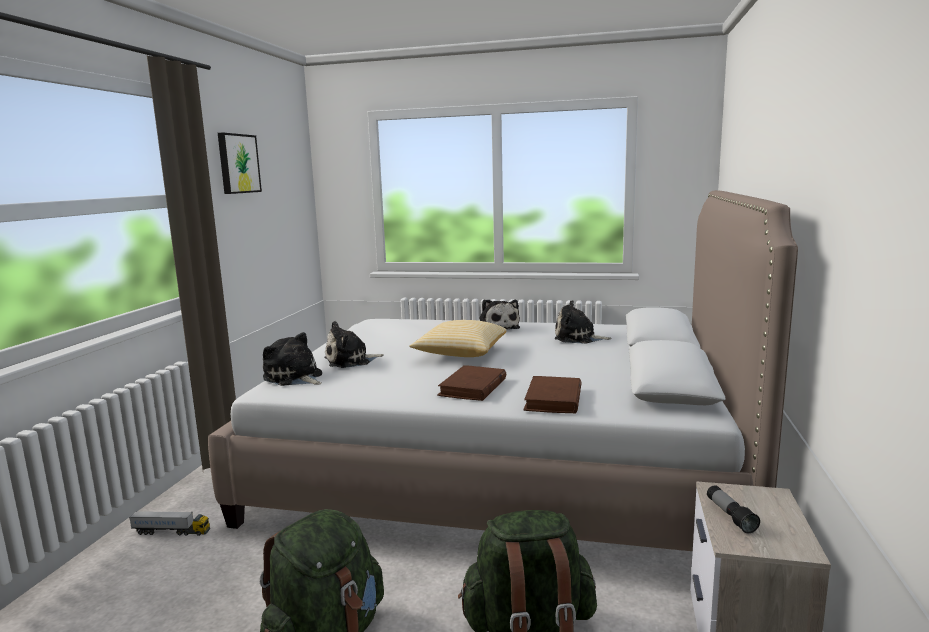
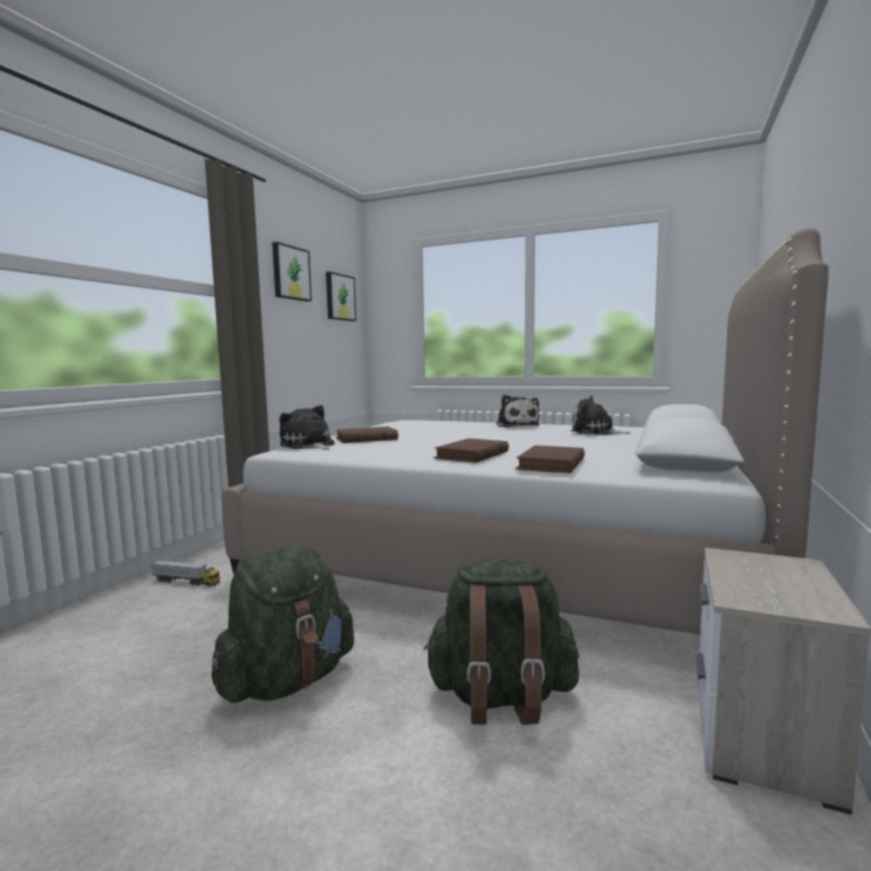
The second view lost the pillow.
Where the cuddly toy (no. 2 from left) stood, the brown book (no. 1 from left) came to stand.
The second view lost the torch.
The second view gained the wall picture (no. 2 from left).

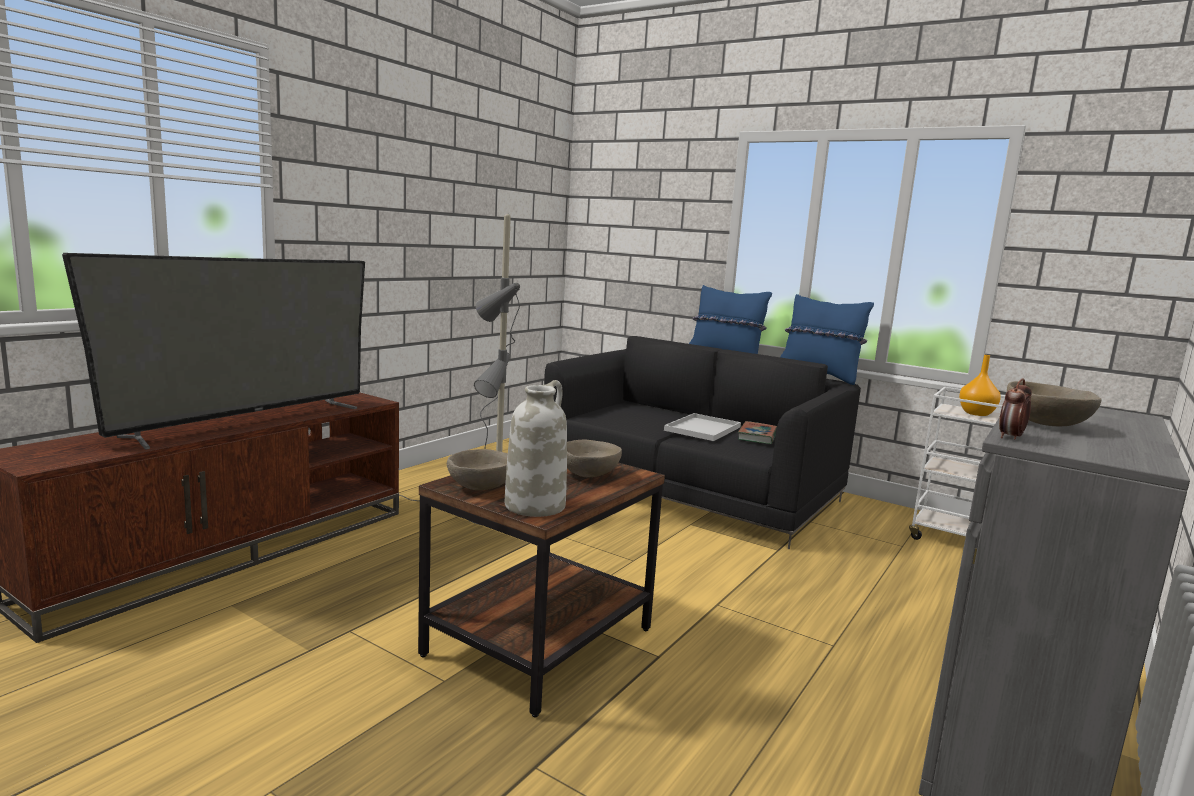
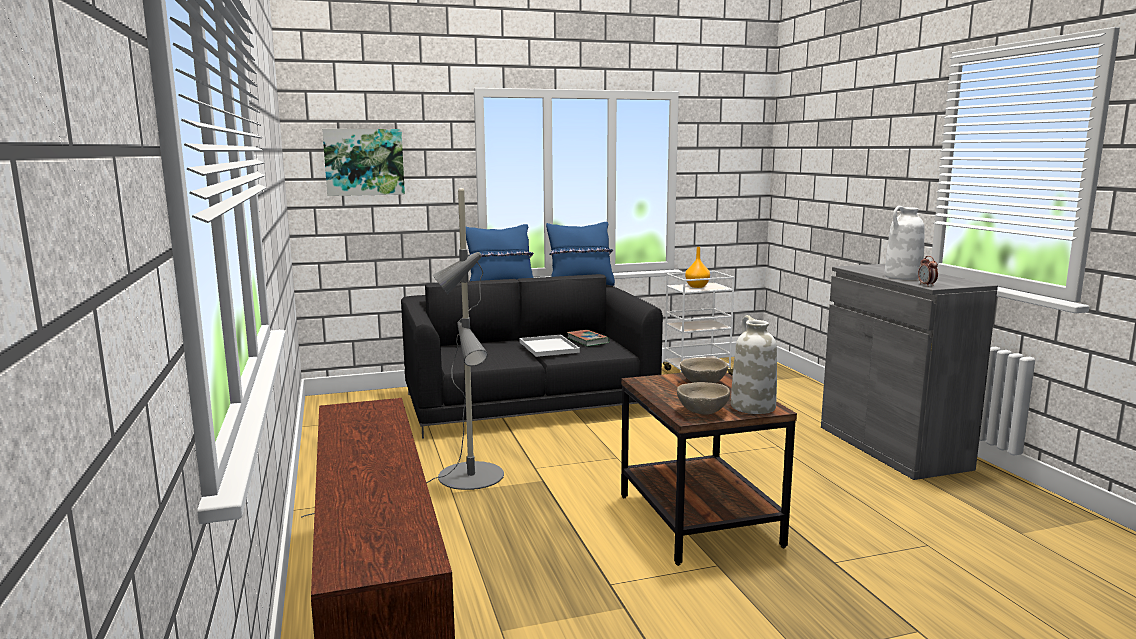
The second view lost the TV.
Where the sand-coloured bowl (no. 3 from left) stood, the white-coloured vase (no. 2 from left) came to stand.
The second view gained the wall picture.

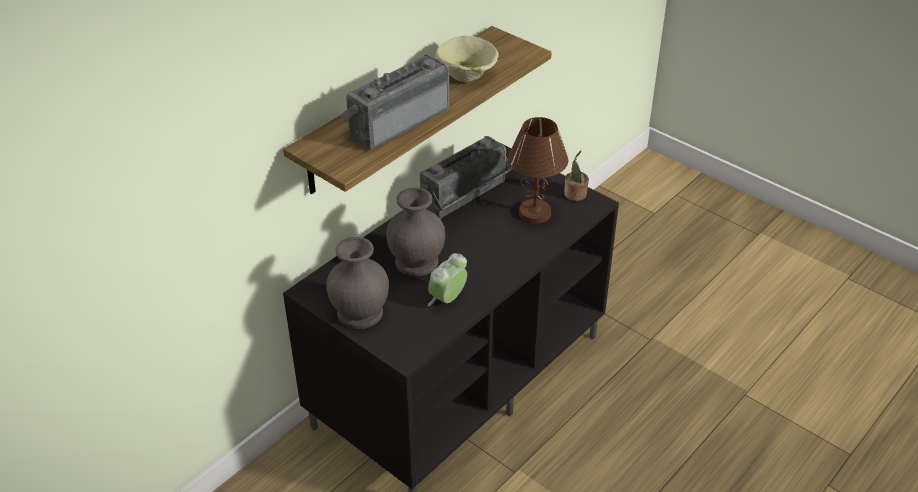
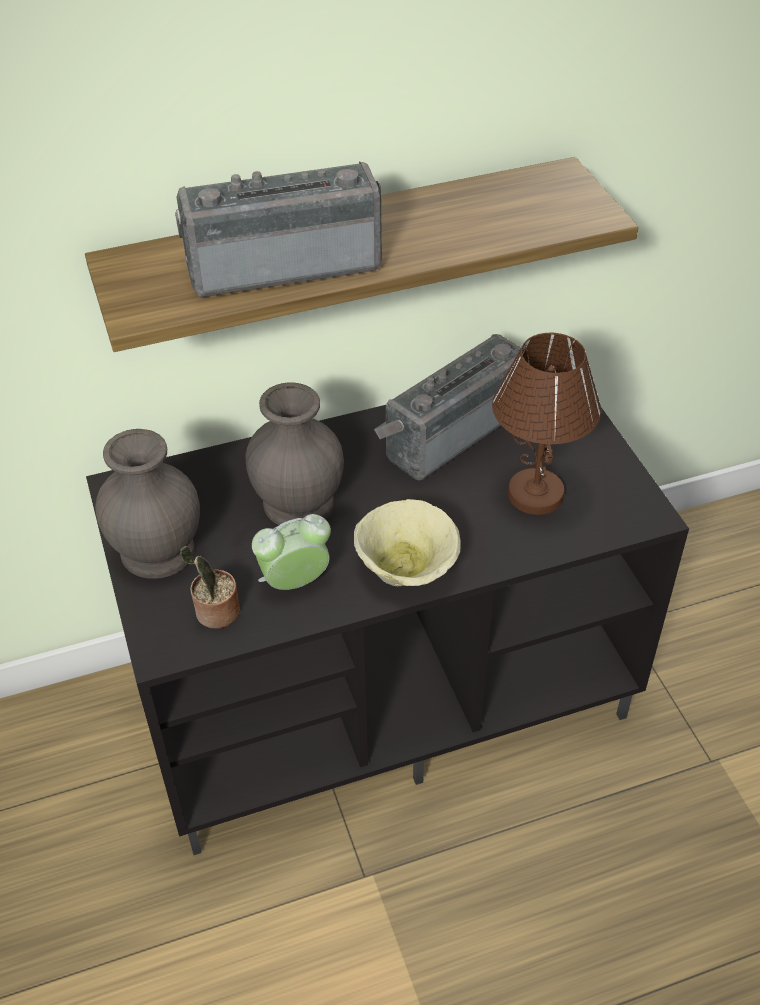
The sand-coloured bowl ended up elsewhere.
The radio (no. 2 from left) ended up facing another way, 150 degrees clockwise from before.
The potted plant ended up elsewhere.

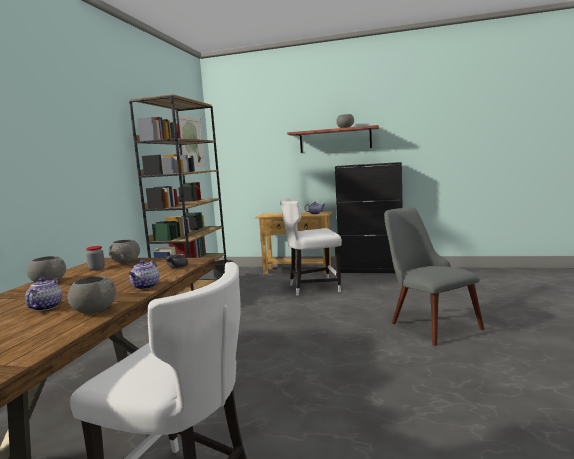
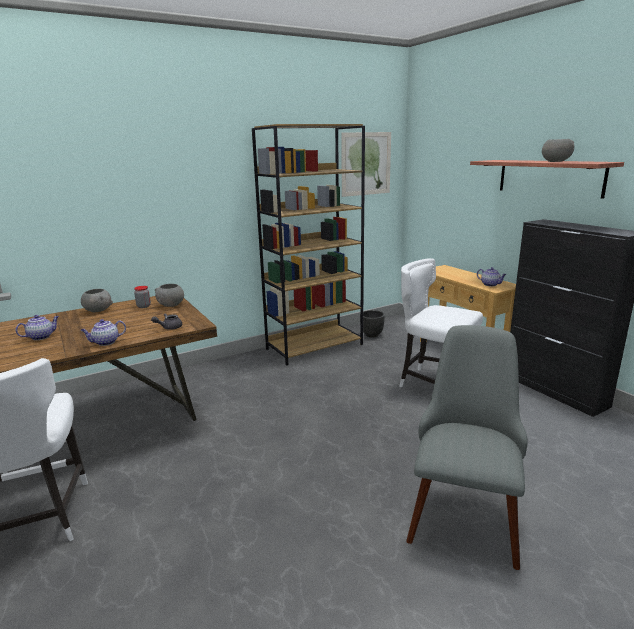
The second view lost the gray bowl (no. 2 from left).

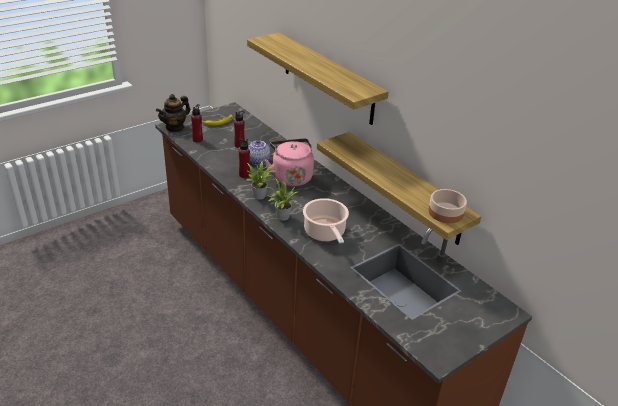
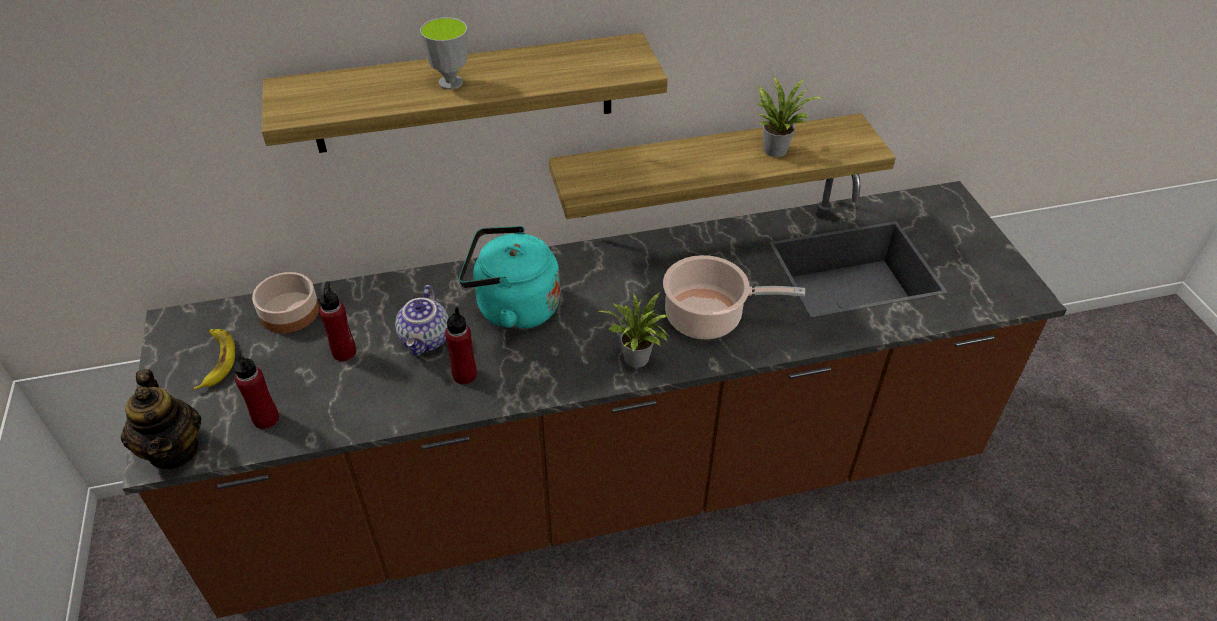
What was the pinkish kettle turned into the turquoise-coloured kettle.
The potted plant (no. 1 from left in the first image) ended up elsewhere.
The bowl ended up elsewhere.
The second view gained the small cup.

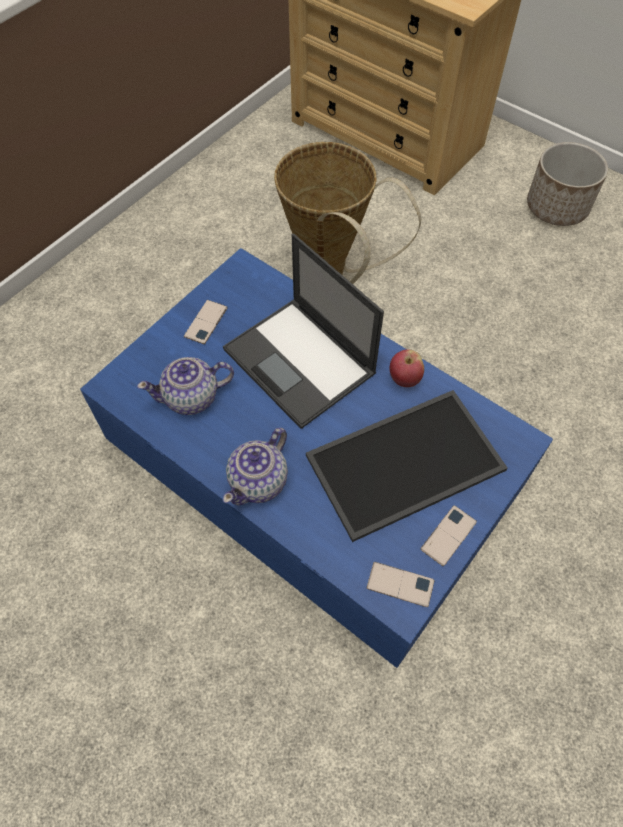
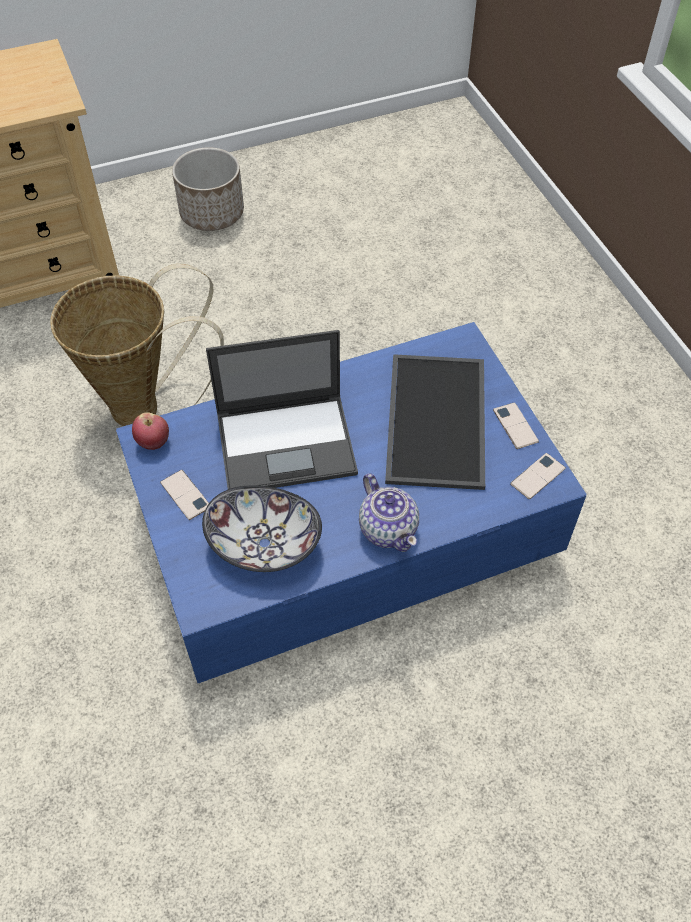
The apple fruit ended up elsewhere.
Where the teapot (no. 1 from left) stood, the bowl came to stand.

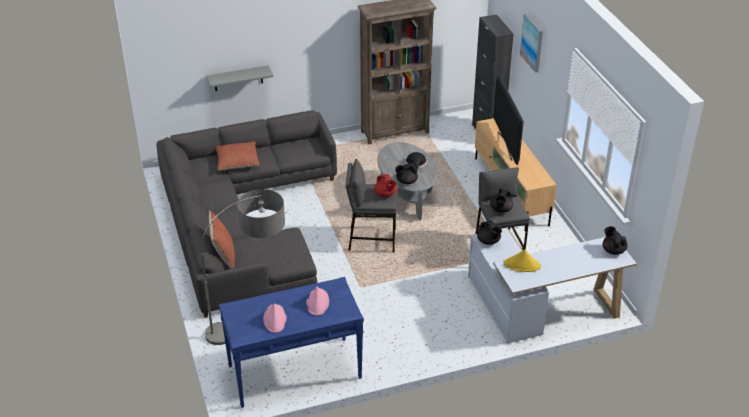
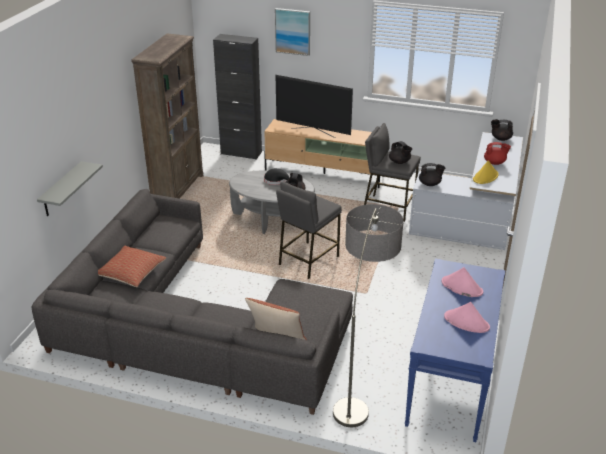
The red-coloured teapot ended up elsewhere.

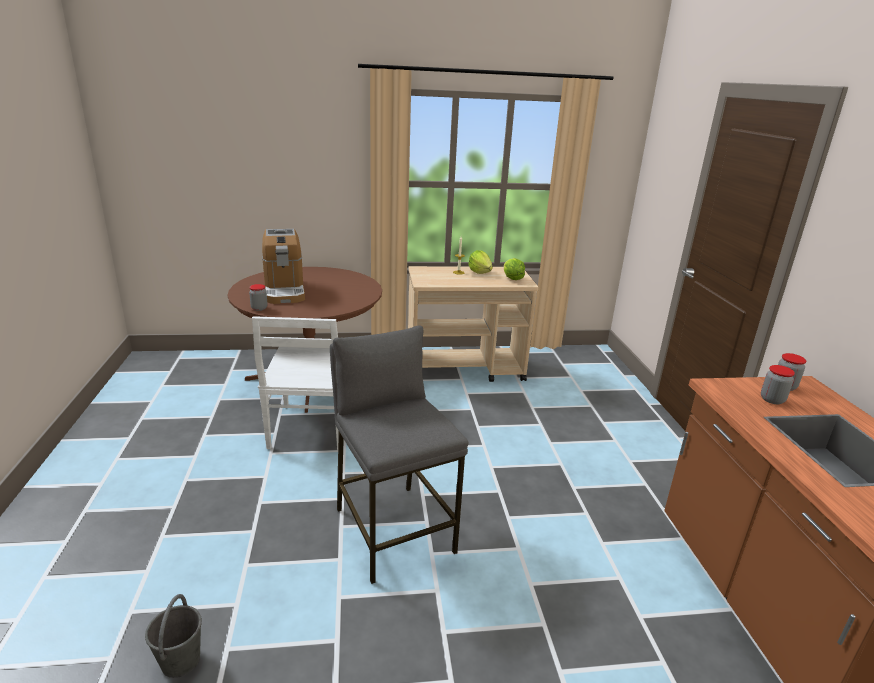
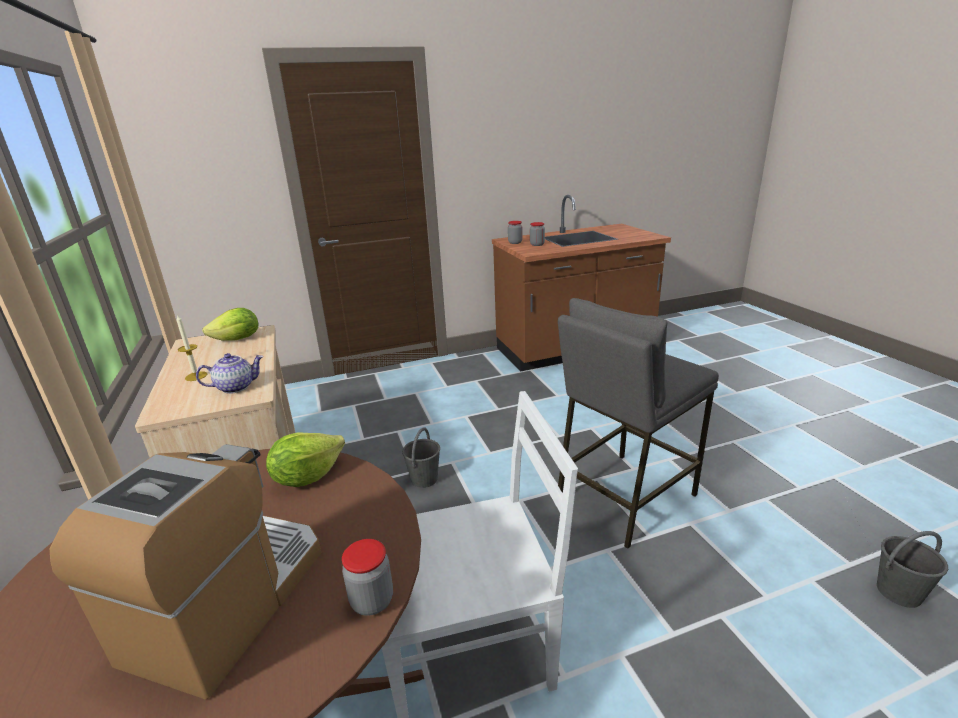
The coffee brewer ended up facing another way, 45 degrees counterclockwise from before.
The lettuce head (no. 1 from left in the first image) ended up elsewhere.
The second view gained the teapot.
The second view gained the gray pail (no. 1 from left).

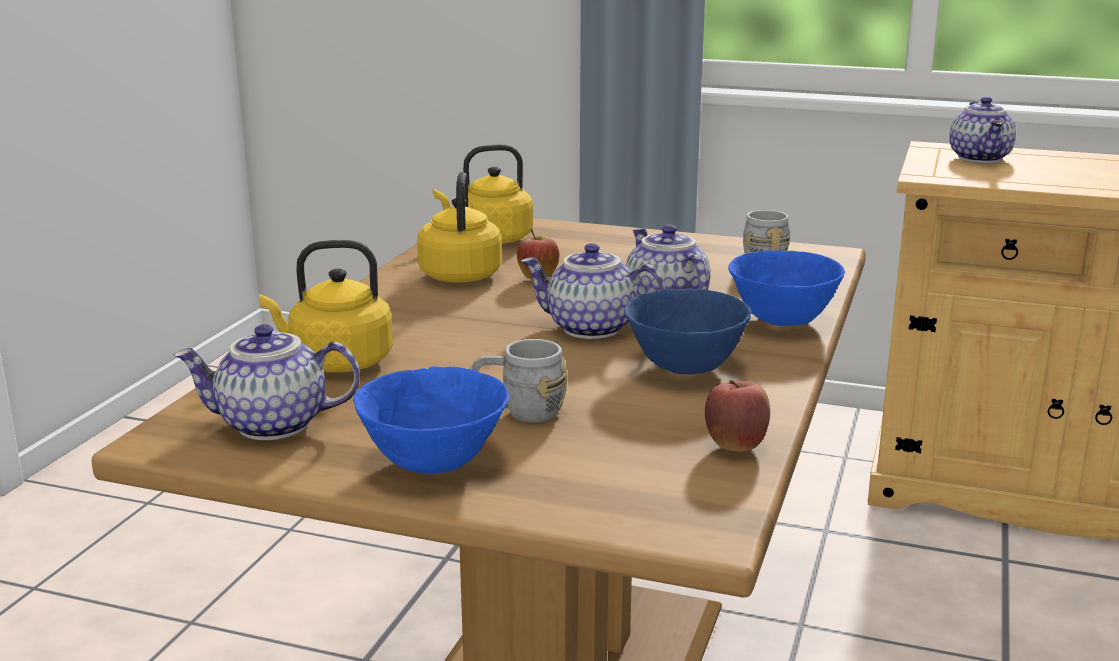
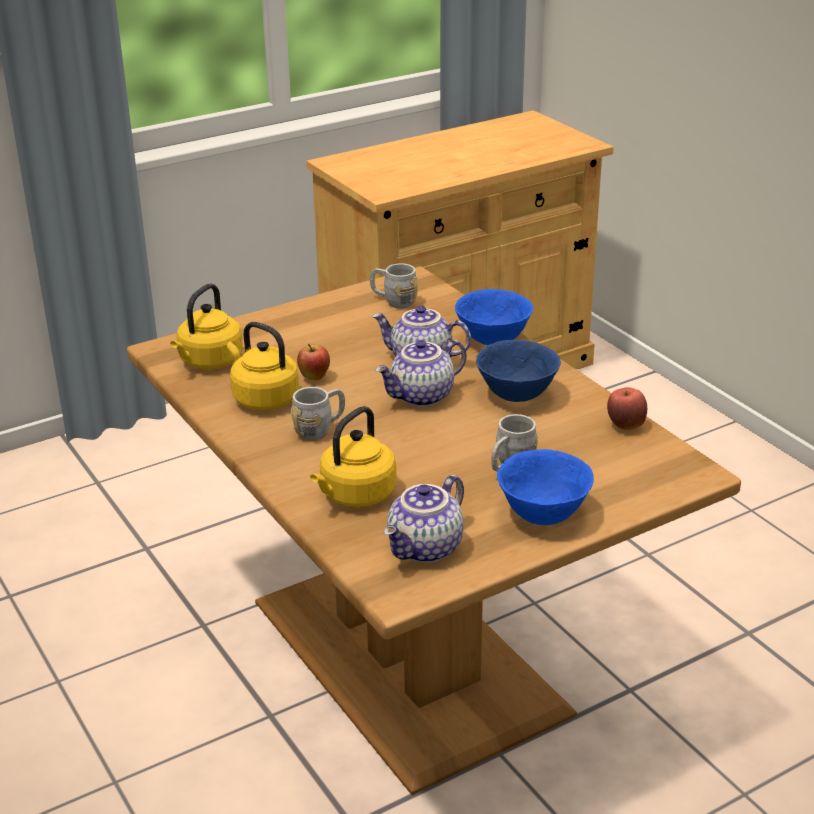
The second view lost the teapot (no. 4 from left).
The second view gained the gray tea mug (no. 1 from left).

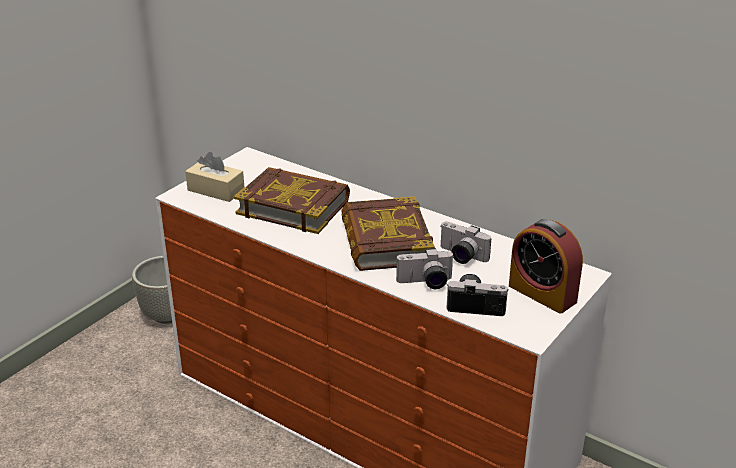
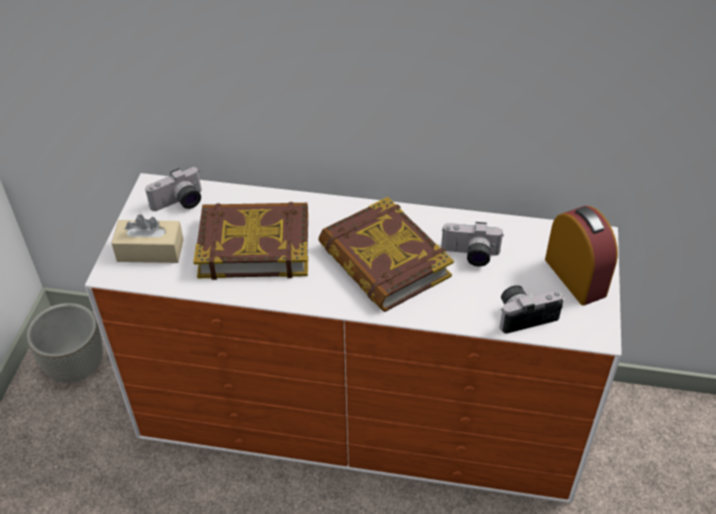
The table clock ended up facing another way, 135 degrees counterclockwise from before.
The photo camera (no. 1 from left) ended up elsewhere.

